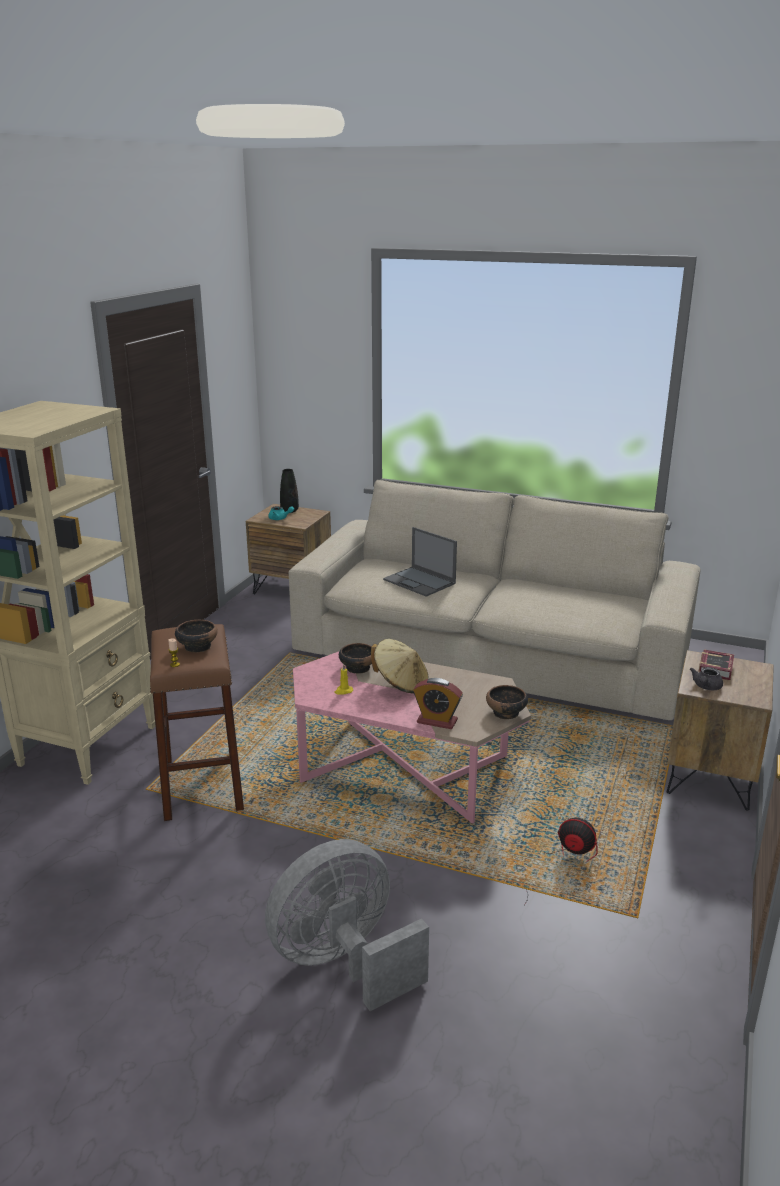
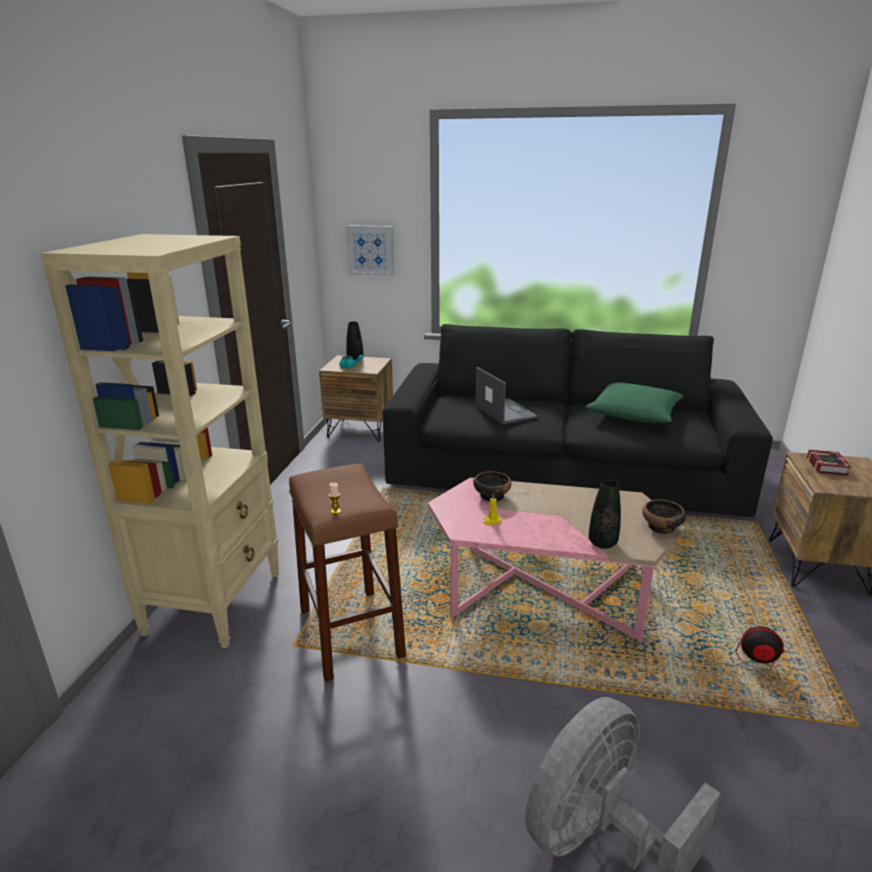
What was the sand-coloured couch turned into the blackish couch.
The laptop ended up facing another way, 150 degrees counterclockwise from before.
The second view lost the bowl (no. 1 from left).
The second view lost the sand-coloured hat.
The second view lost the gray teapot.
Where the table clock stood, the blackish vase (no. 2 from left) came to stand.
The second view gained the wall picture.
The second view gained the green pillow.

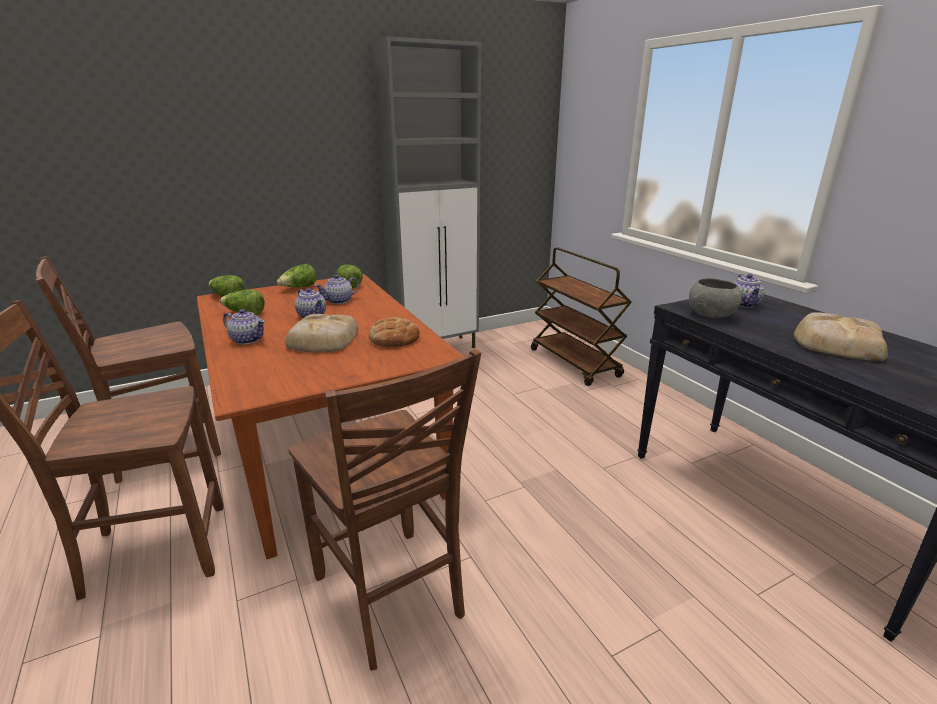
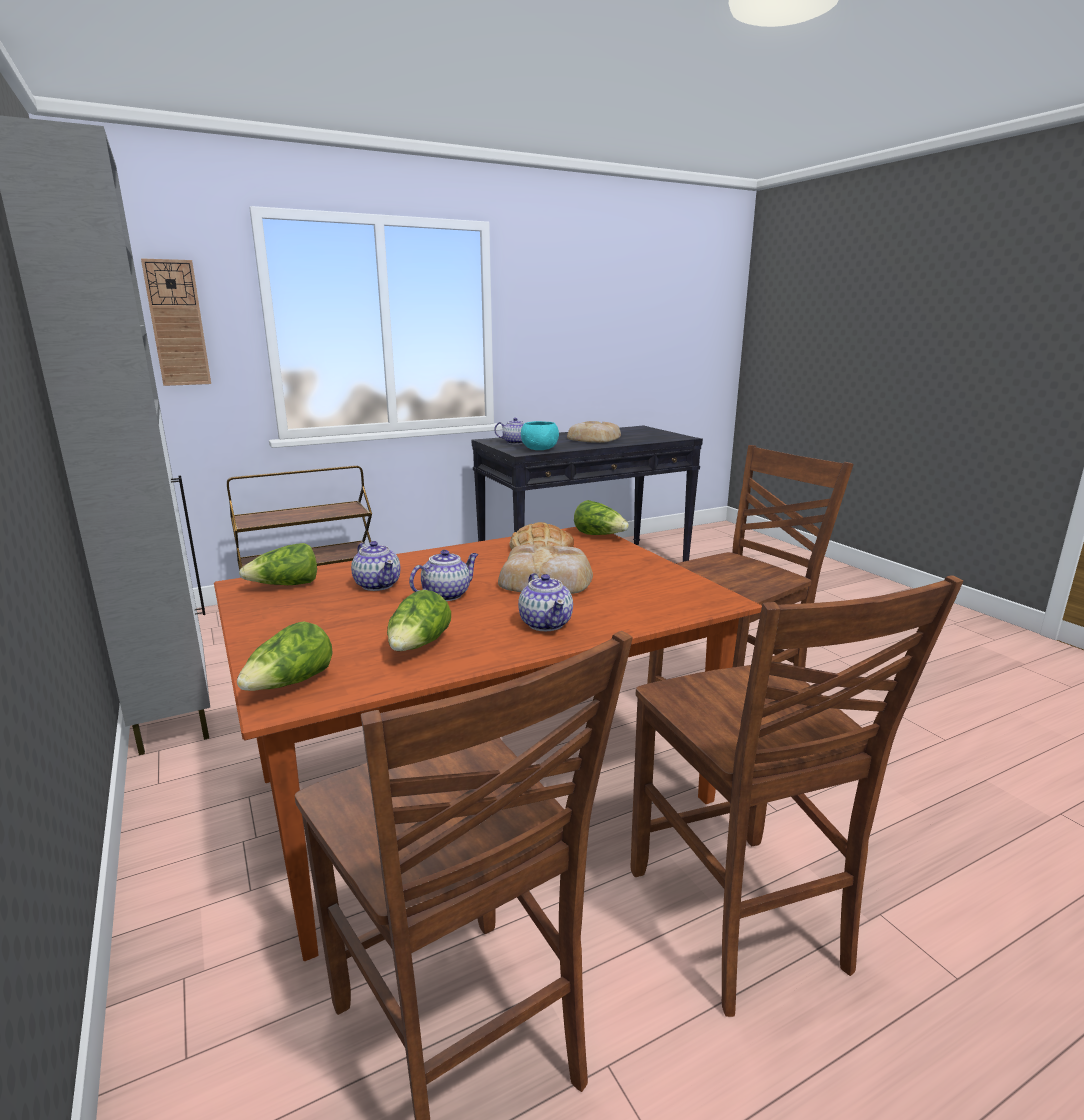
The lettuce head (no. 3 from left in the first image) ended up elsewhere.
What was the gray bowl turned into the turquoise-coloured bowl.
The teapot (no. 1 from left in the first image) ended up facing another way, 135 degrees clockwise from before.
The second view gained the clock on the wall.

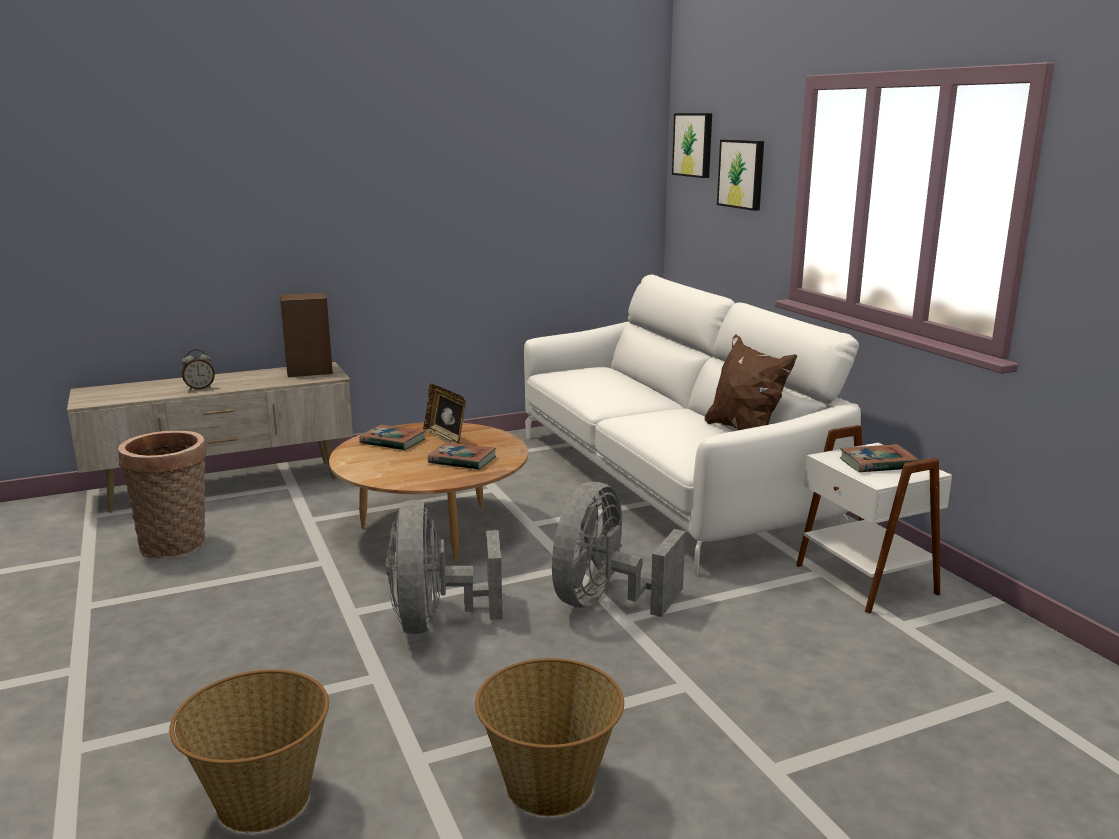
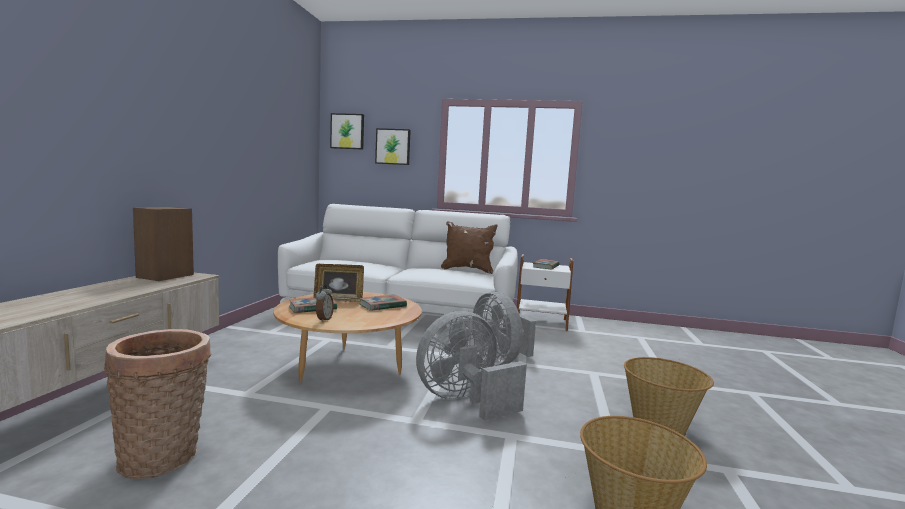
The table clock ended up elsewhere.
The gray fan (no. 1 from left) ended up facing another way, 120 degrees clockwise from before.

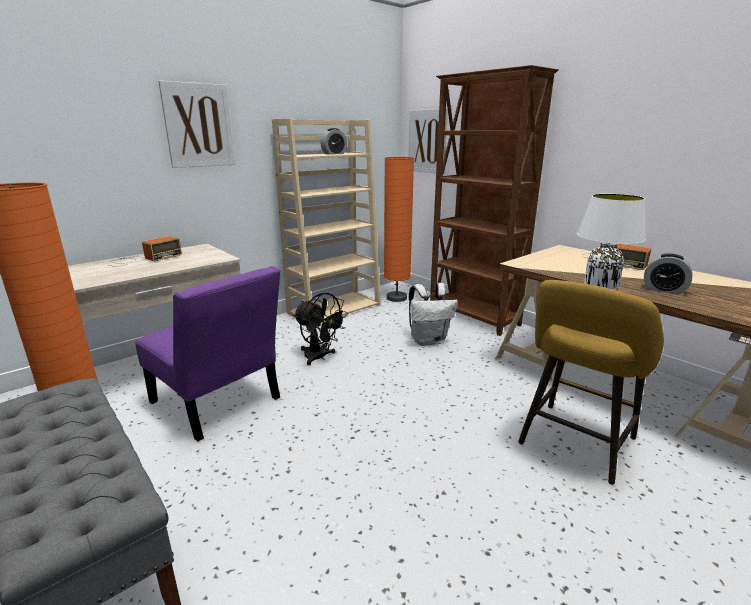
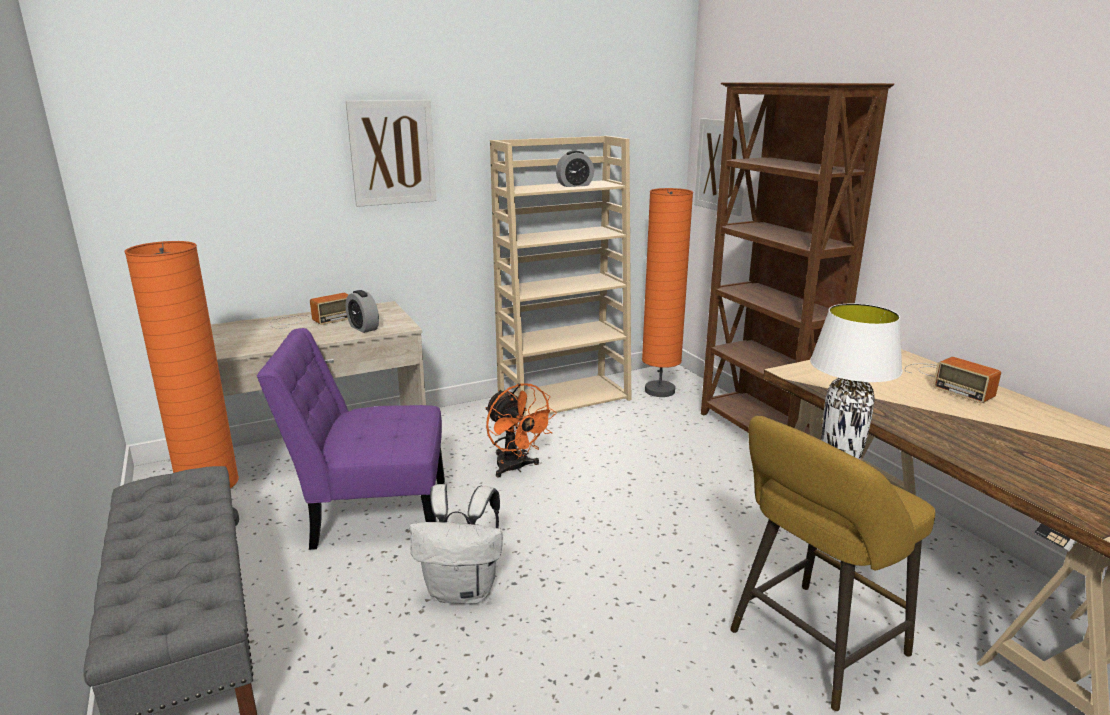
The table clock (no. 2 from left in the first image) ended up elsewhere.
The purple-coloured upright chair ended up facing another way, 120 degrees clockwise from before.
The white-coloured knapsack ended up elsewhere.
What was the blackish fan turned into the orangey fan.

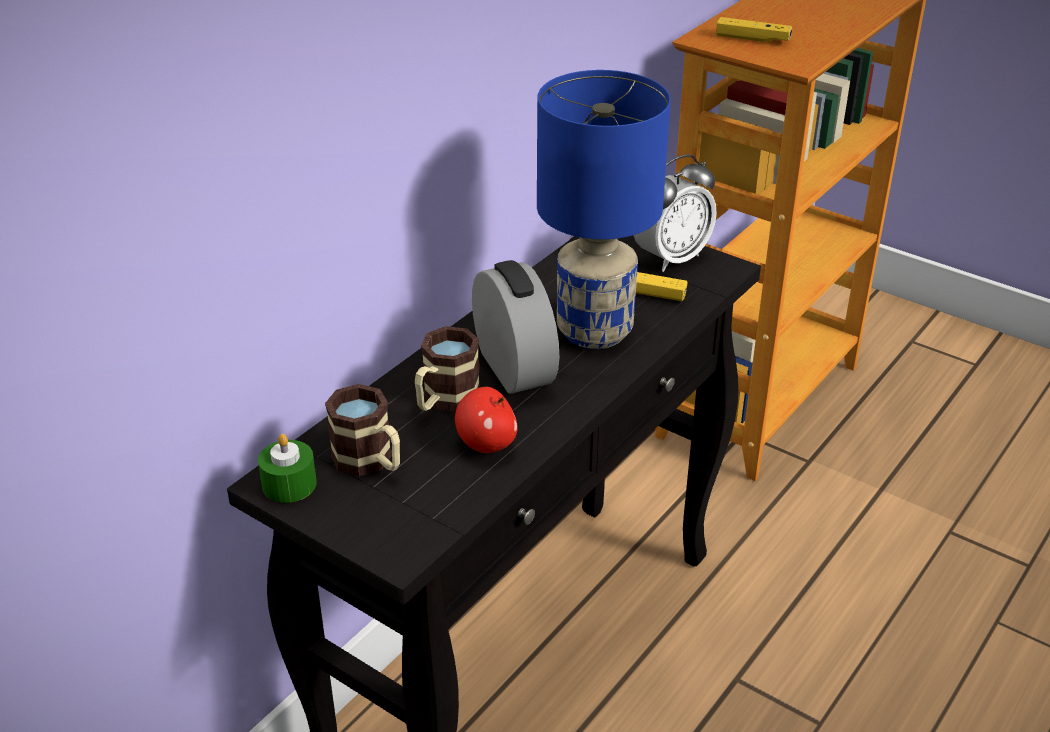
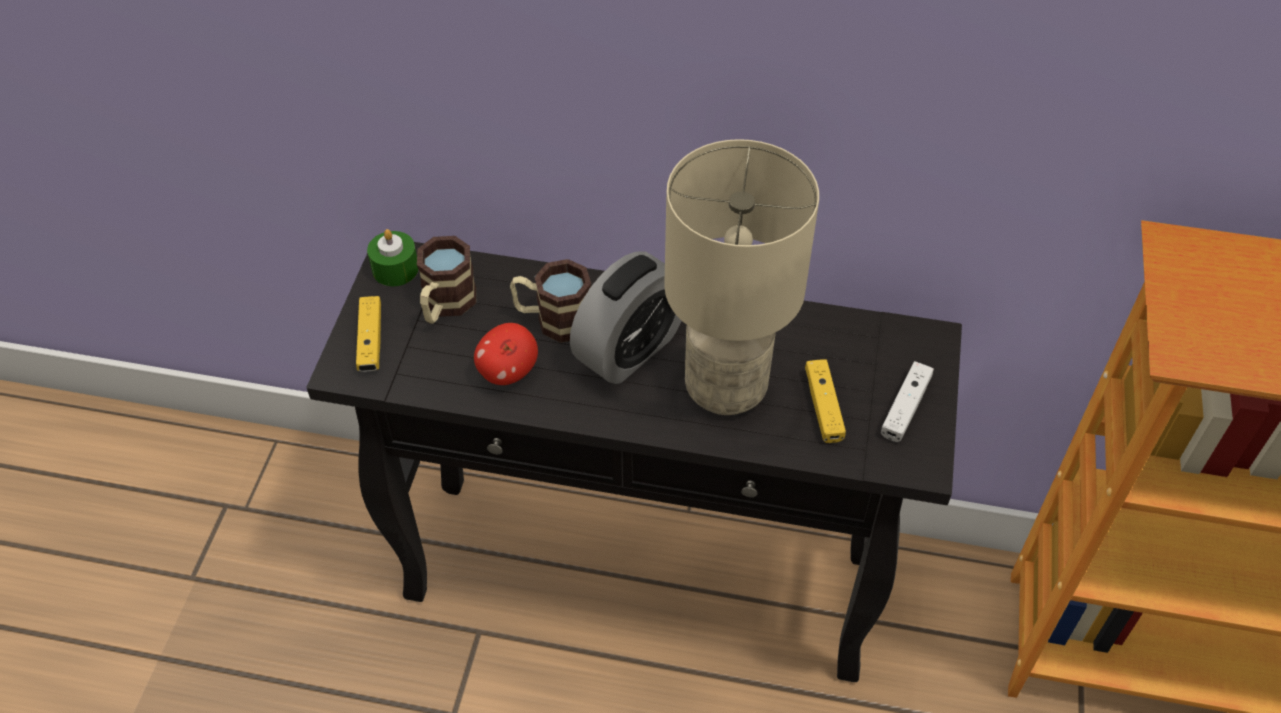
The yellow-coloured joypad (no. 2 from left in the first image) ended up elsewhere.
What was the bluish table lamp turned into the sand-coloured table lamp.
Where the table clock (no. 2 from left) stood, the white-coloured joypad came to stand.

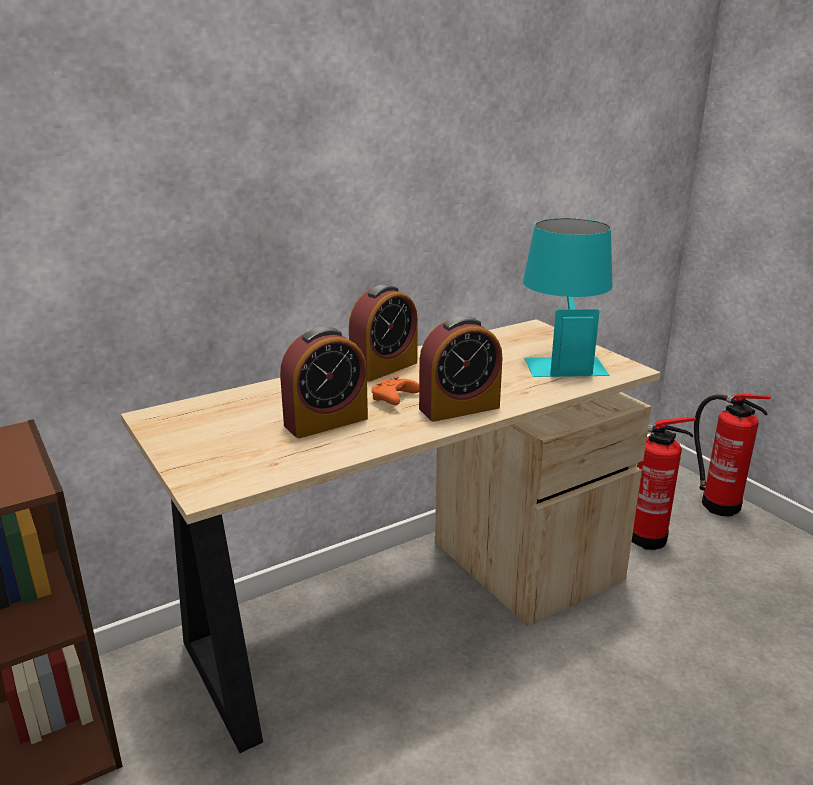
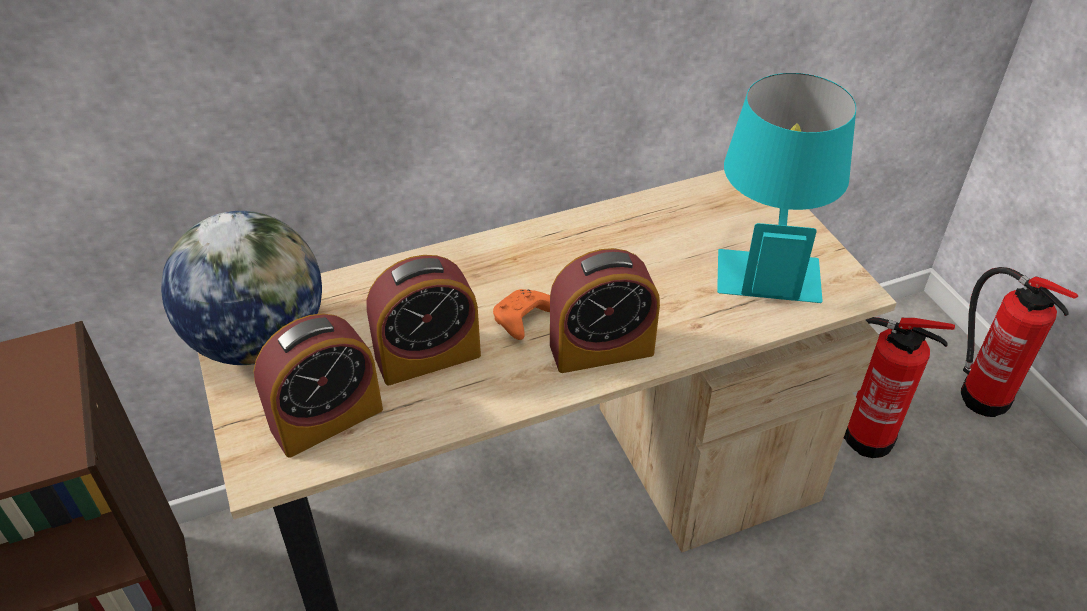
The table clock (no. 2 from left in the first image) ended up elsewhere.
The second view gained the world globe.

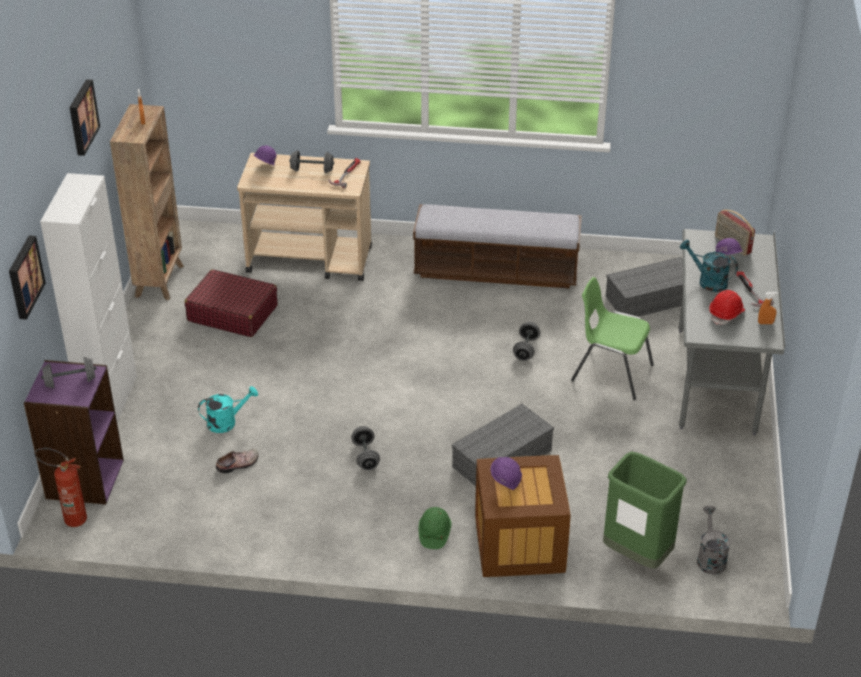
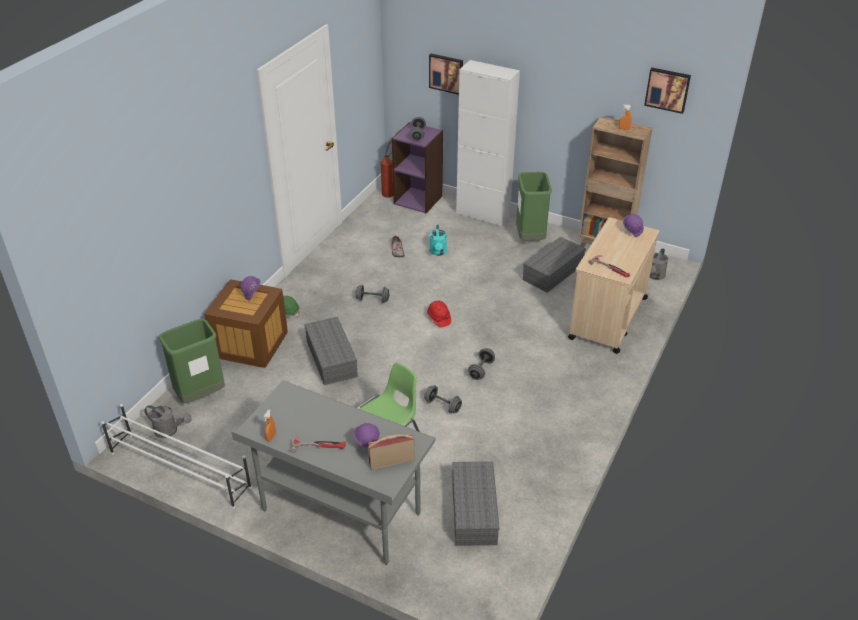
The wall picture (no. 2 from left) ended up elsewhere.
The gray free weight (no. 2 from left in the first image) ended up elsewhere.
The second view lost the long seat.
The second view lost the turquoise-coloured watering pot (no. 2 from left).
Where the red-coloured piece of luggage stood, the gray storage box (no. 3 from left) came to stand.
The red-coloured hard hat ended up elsewhere.
The second view gained the green rubbish bin (no. 2 from left).
The second view gained the gray watering pot (no. 2 from left).
The second view gained the white-coloured shoe rack.

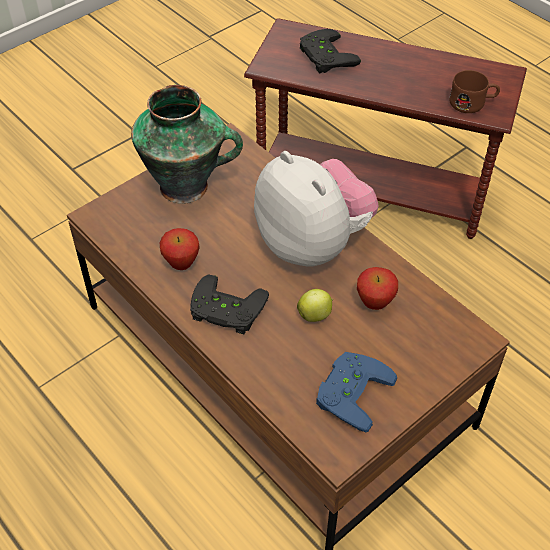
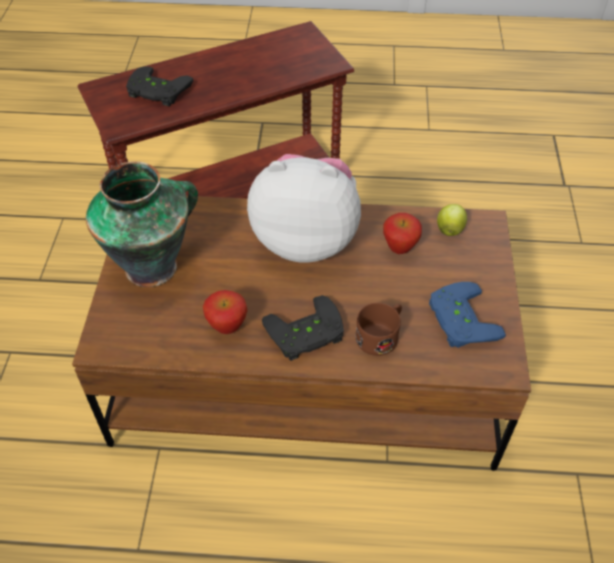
The brown tea mug ended up elsewhere.
The apple fruit (no. 2 from left in the first image) ended up elsewhere.

